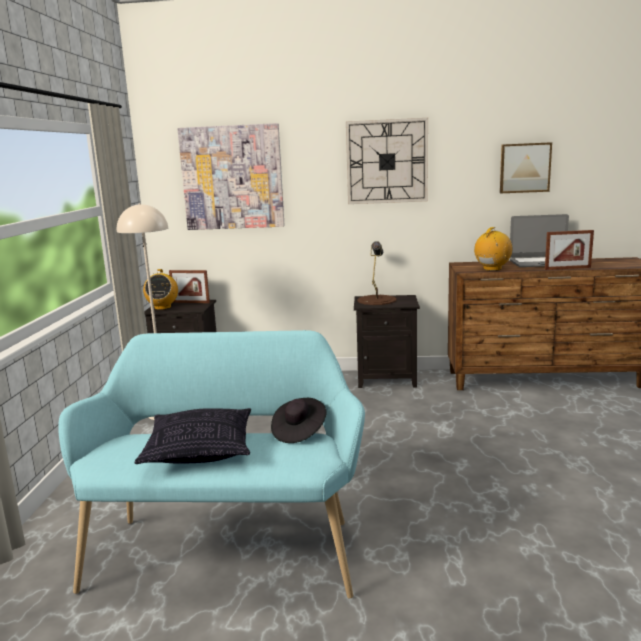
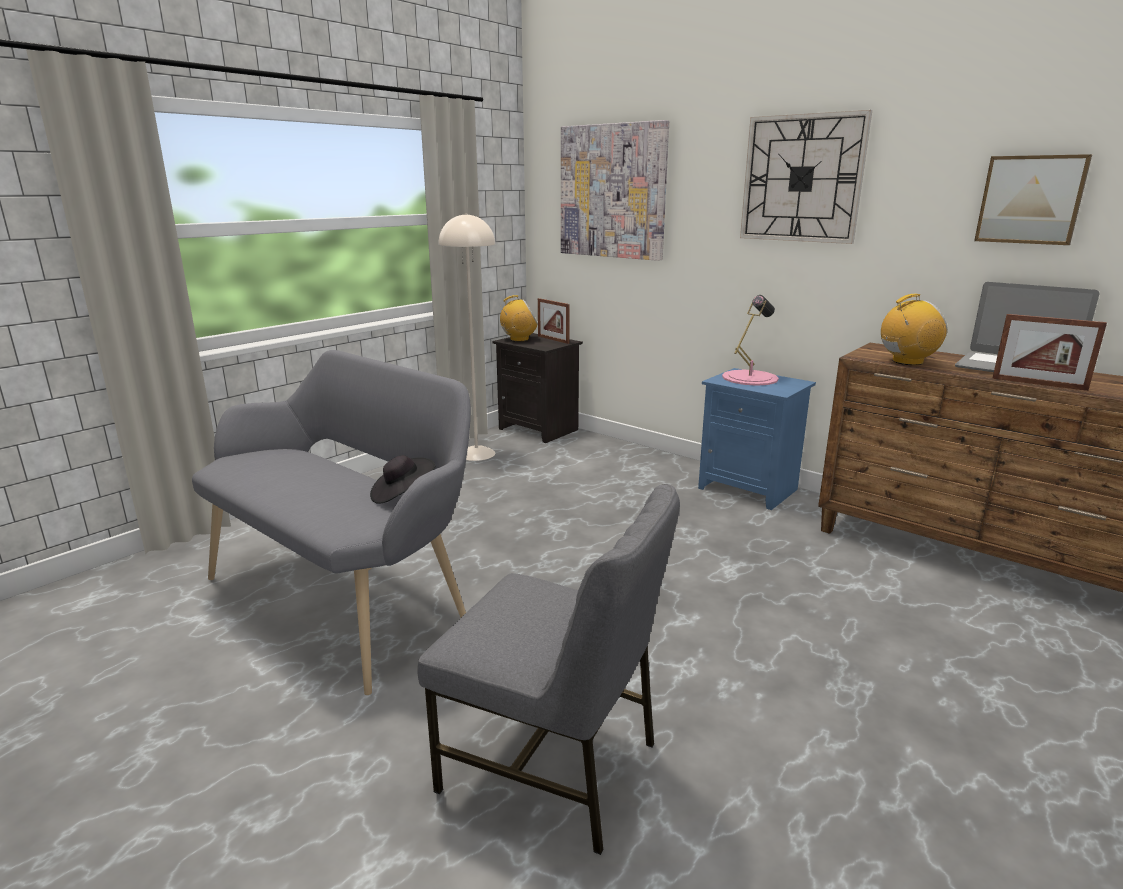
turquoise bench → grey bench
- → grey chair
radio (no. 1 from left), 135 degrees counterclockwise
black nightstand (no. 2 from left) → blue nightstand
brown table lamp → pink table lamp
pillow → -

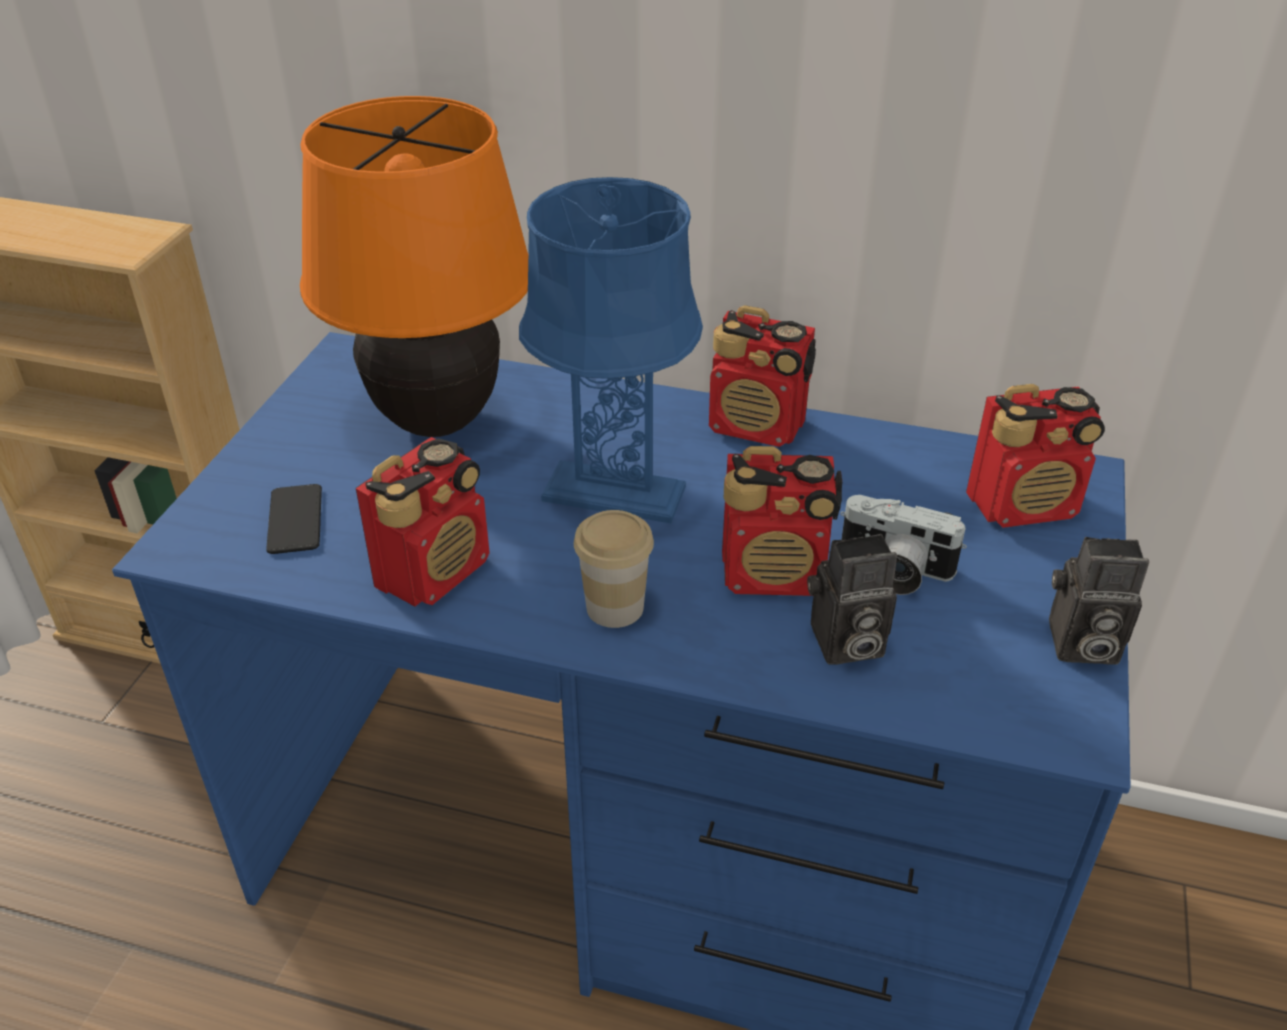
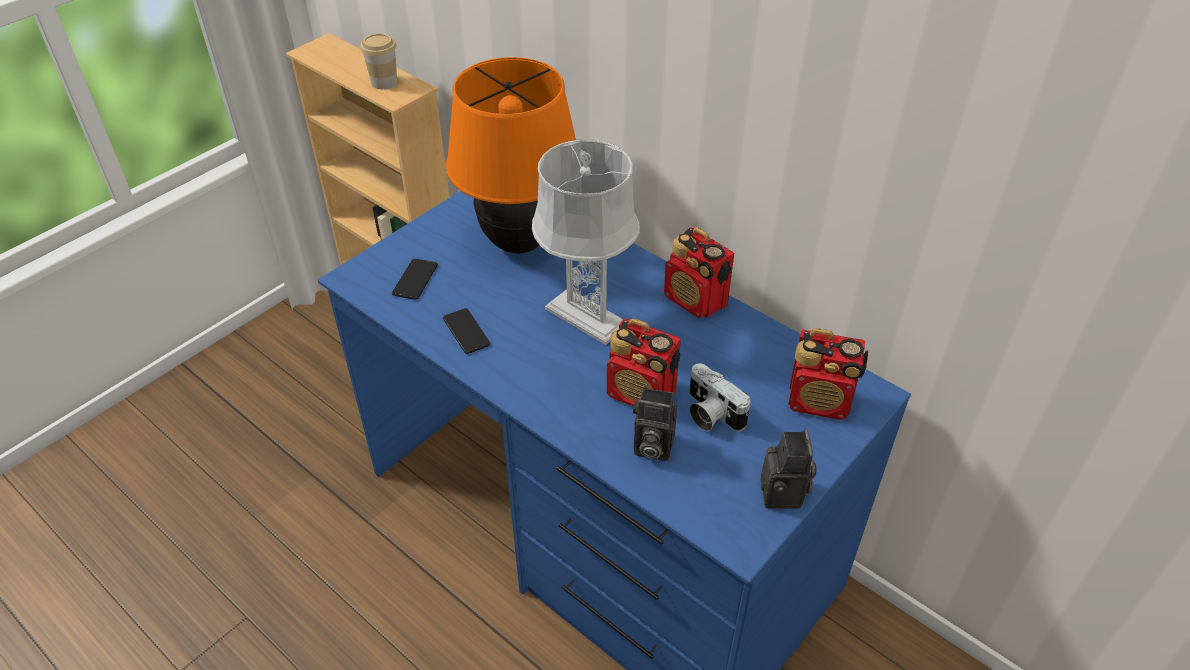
cup, shifted
radio (no. 1 from left) → phone (no. 2 from left)
blue table lamp → grey table lamp
photo camera (no. 3 from left), 120 degrees counterclockwise

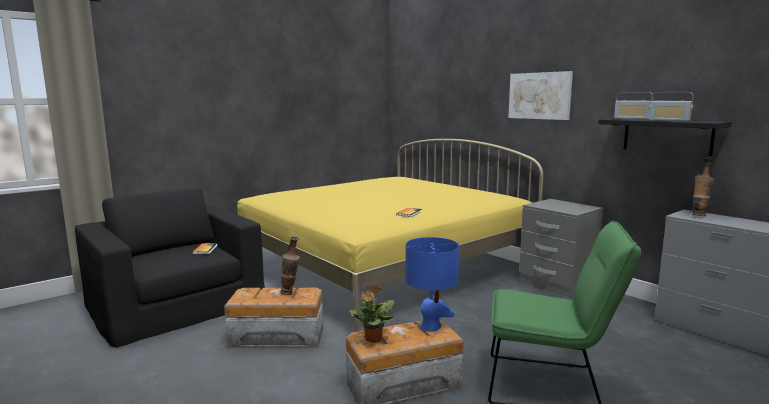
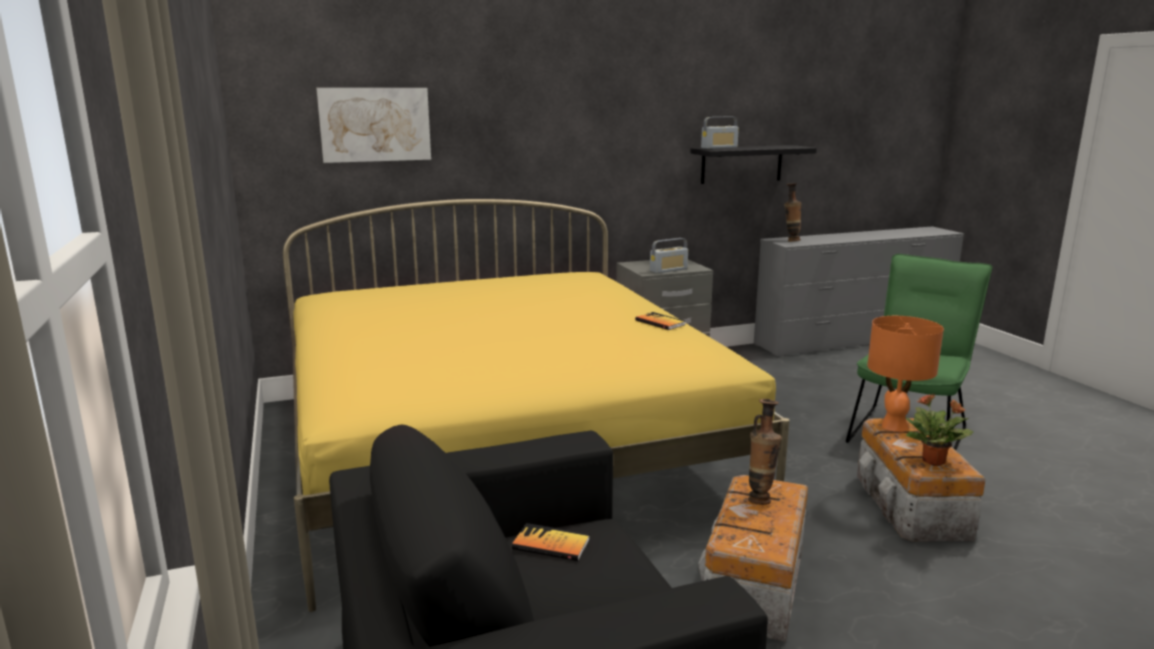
picture, shifted
radio (no. 2 from left in the first image) → radio (no. 1 from left), shifted
blue table lamp → orange table lamp

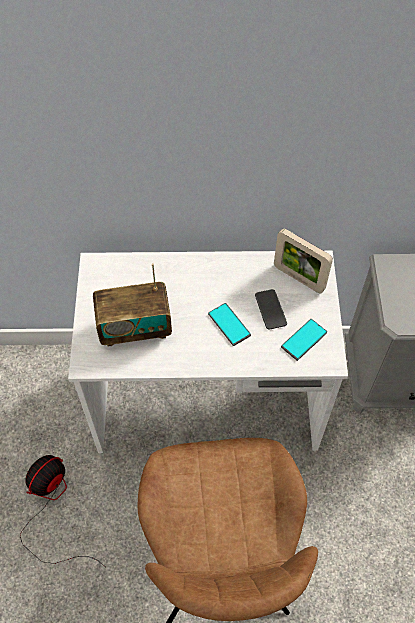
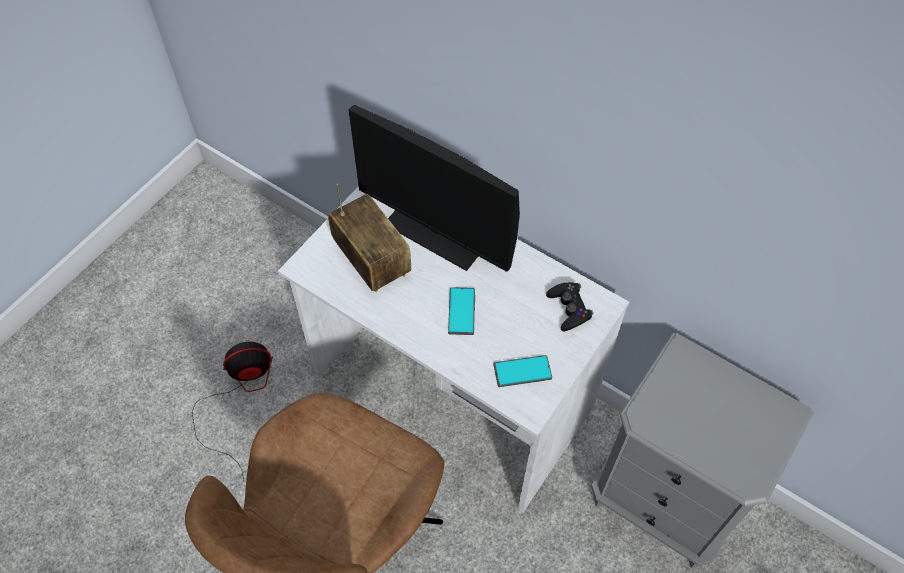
radio, 150 degrees counterclockwise
- → monitor
picture frame → black game controller
phone (no. 2 from left) → -

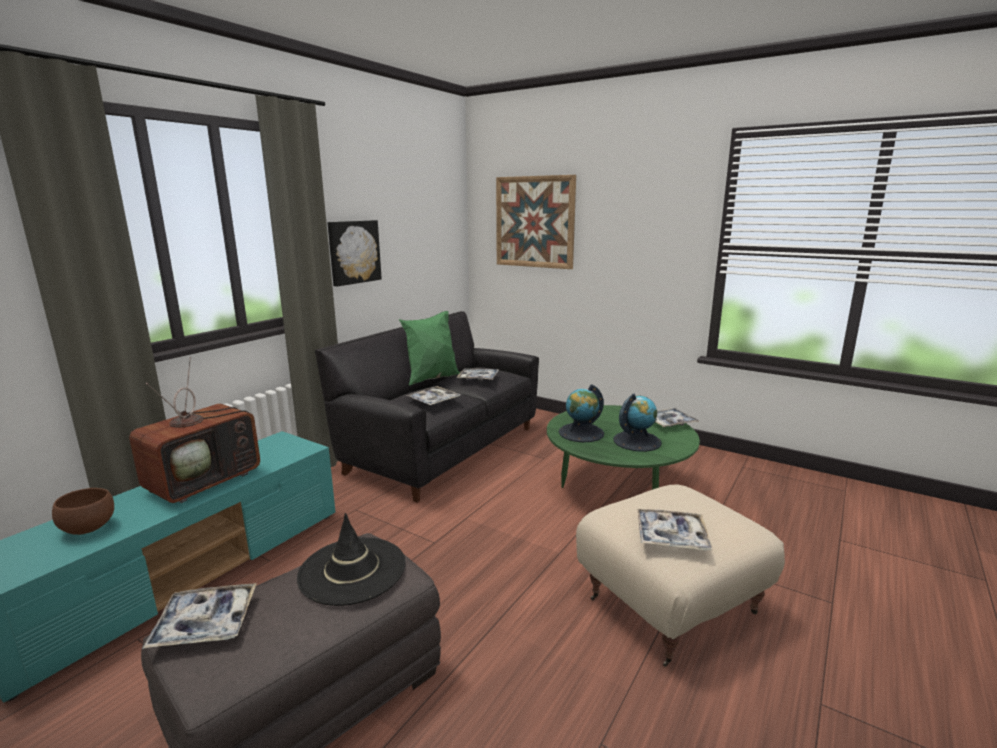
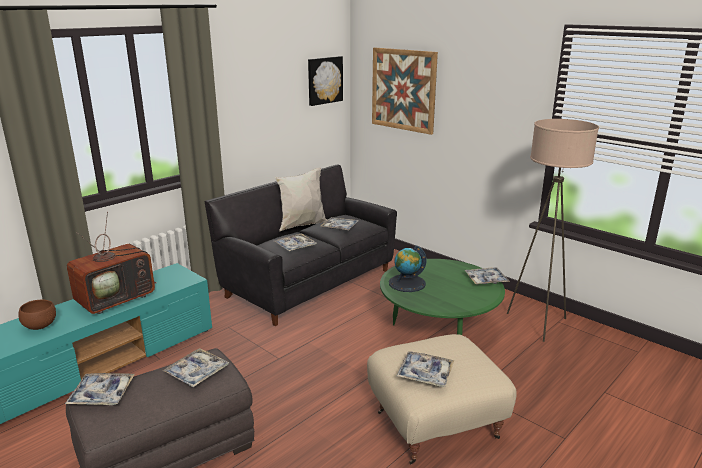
black hat → tray (no. 2 from left)
green pillow → white pillow
picture (no. 1 from left), shifted
- → beige floor lamp
globe (no. 2 from left) → -

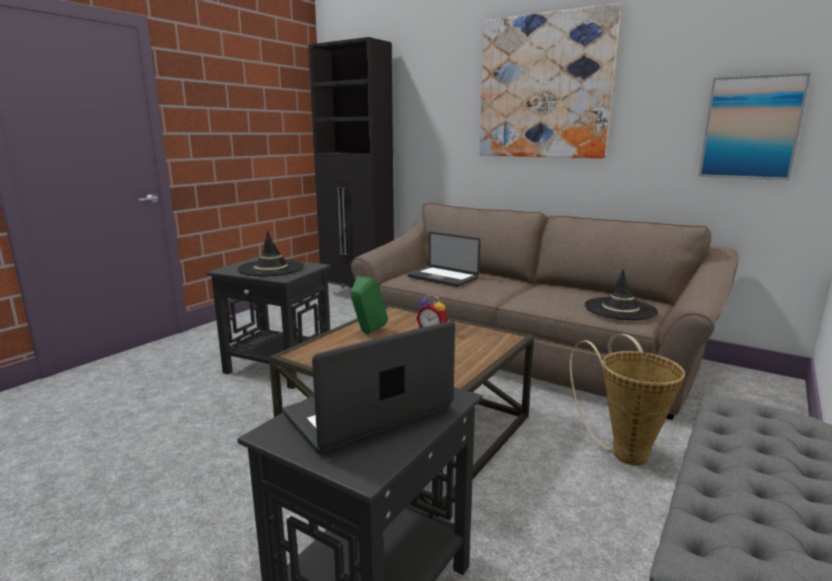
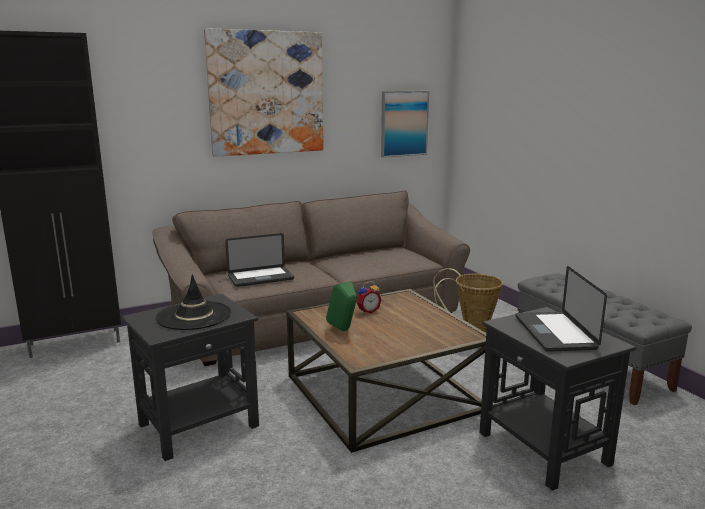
black hat (no. 2 from left) → -

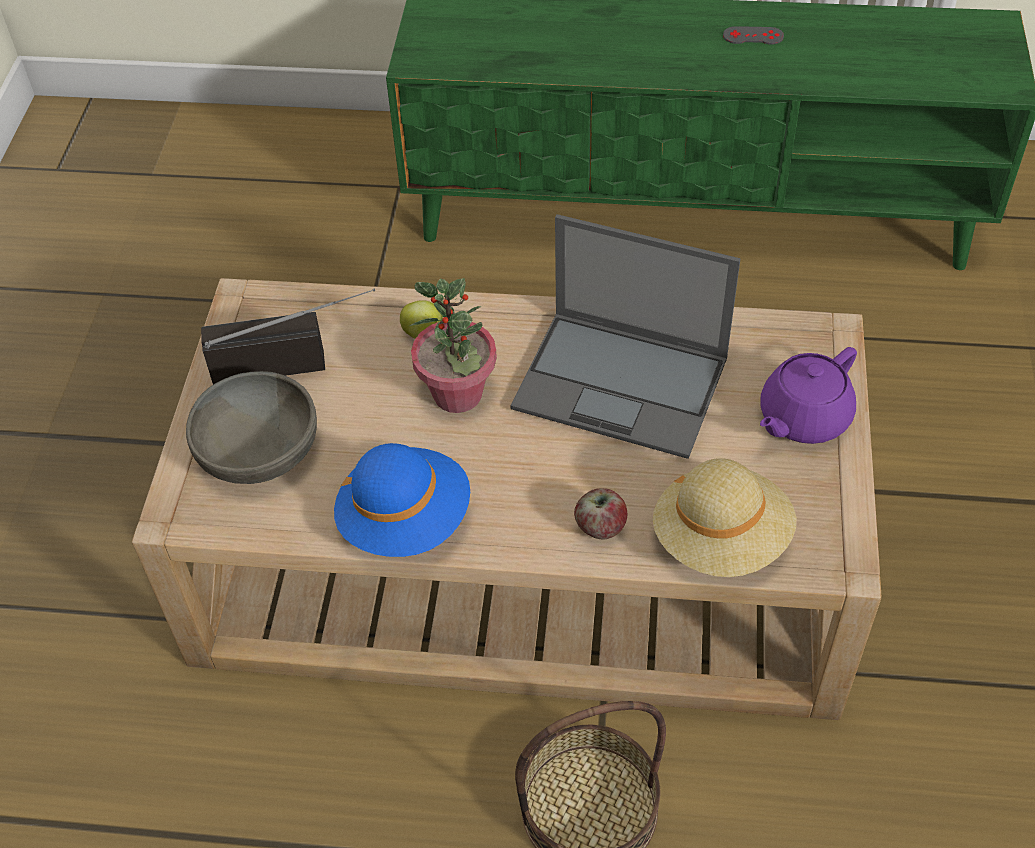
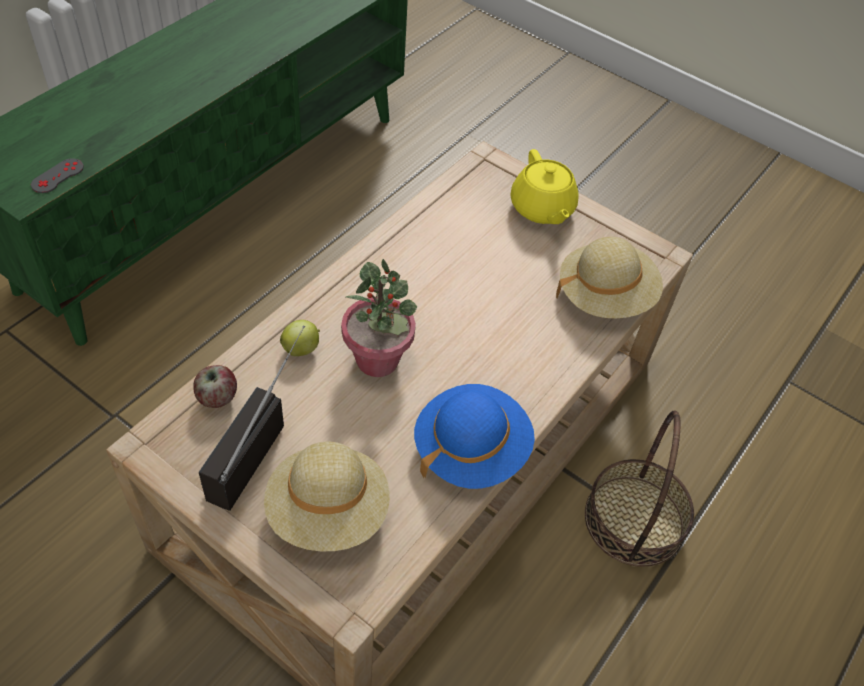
grey game controller, shifted
apple (no. 2 from left in the first image) → apple (no. 1 from left), shifted
grey bowl → beige hat (no. 1 from left)
purple teapot → yellow teapot
laptop → -

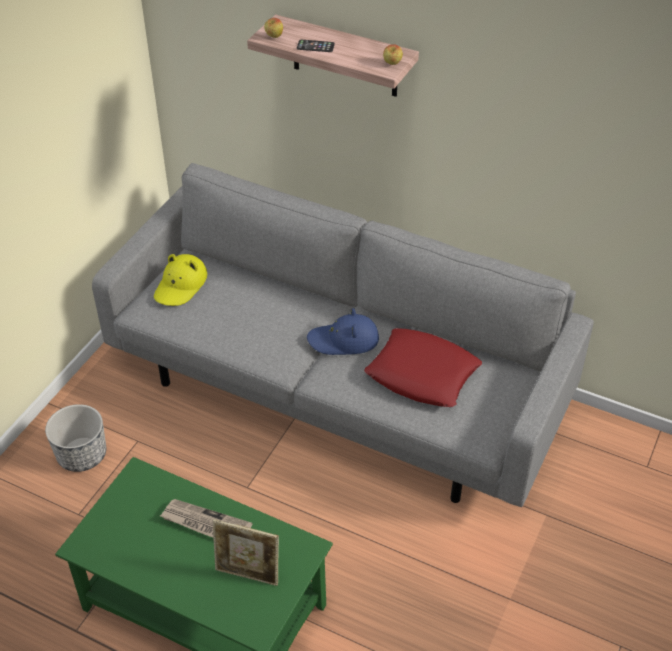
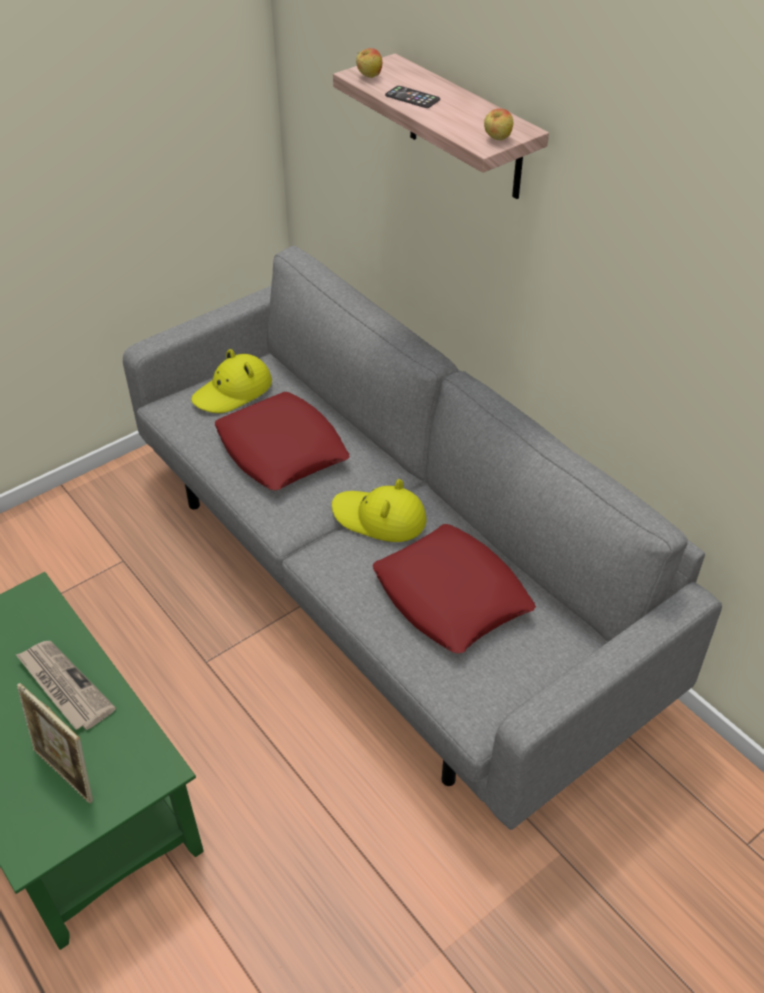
- → red pillow (no. 1 from left)
blue hat → yellow hat (no. 2 from left)
planter → -

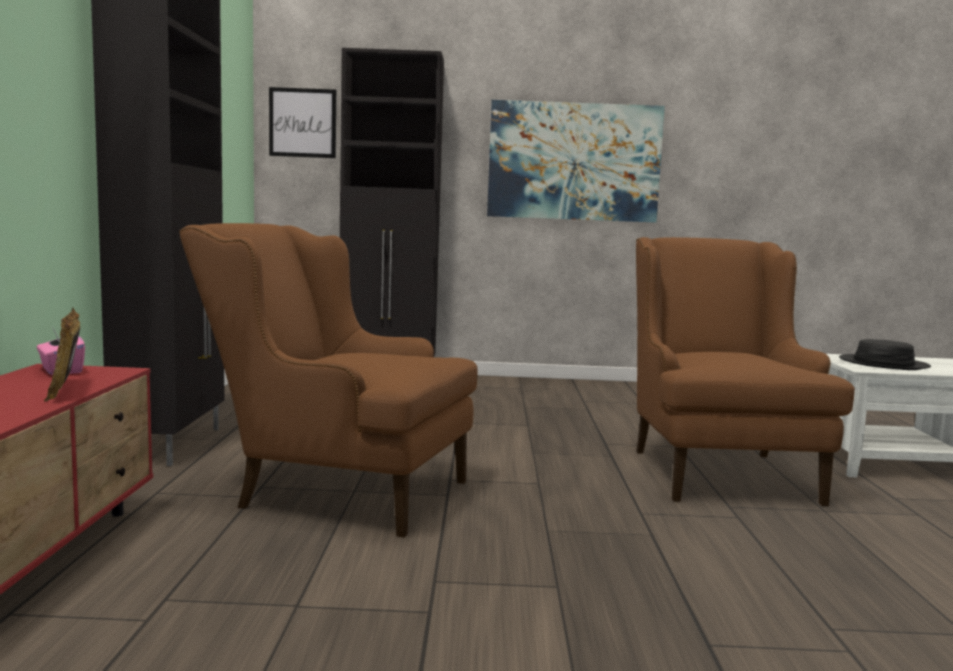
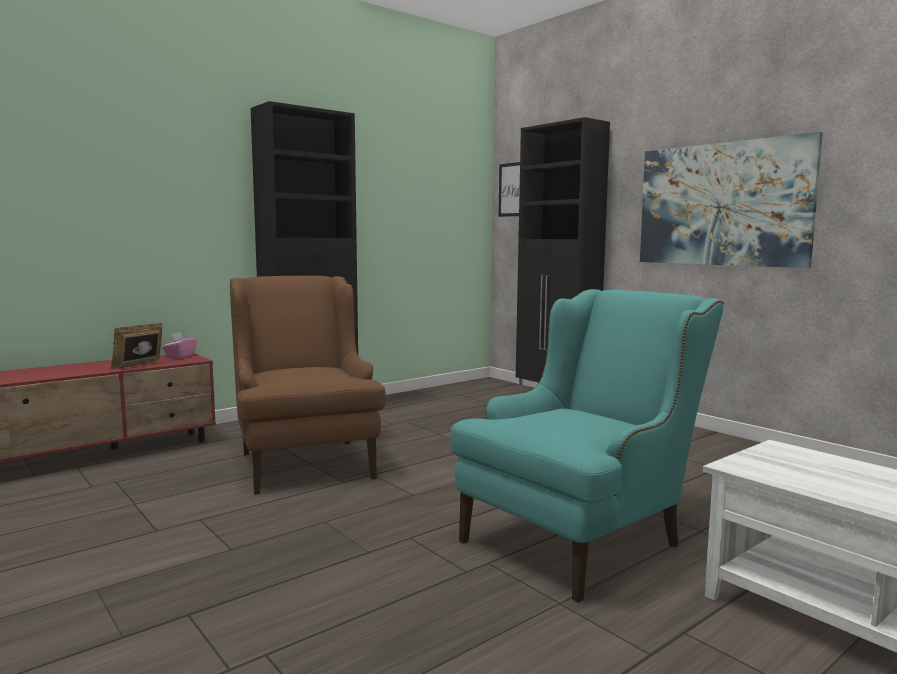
brown armchair (no. 2 from left) → turquoise armchair
black hat → -

